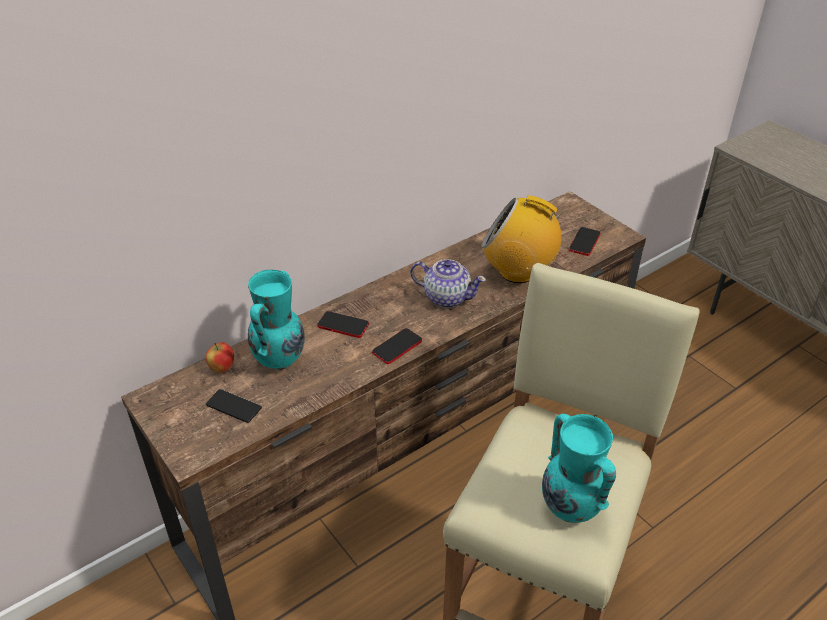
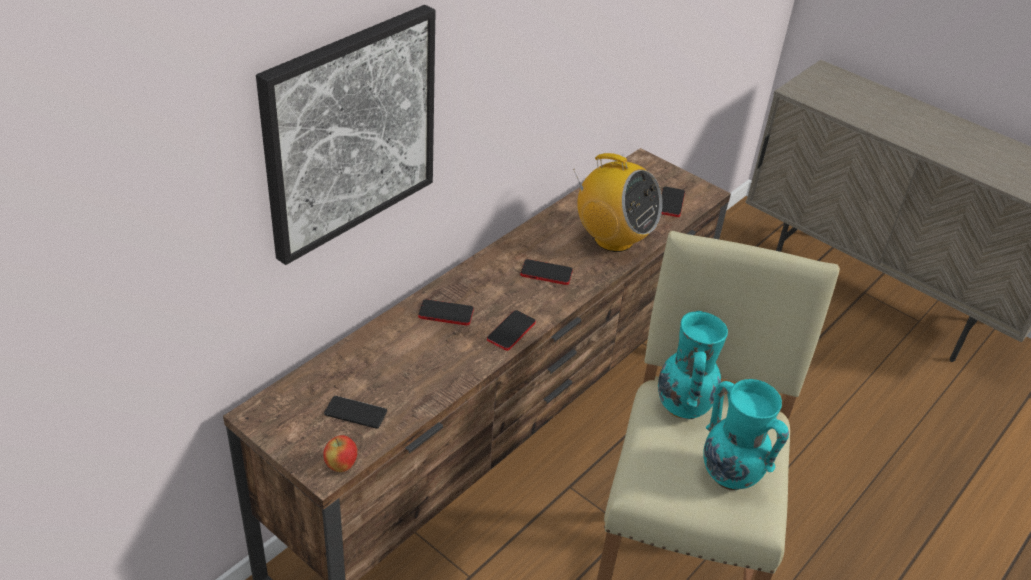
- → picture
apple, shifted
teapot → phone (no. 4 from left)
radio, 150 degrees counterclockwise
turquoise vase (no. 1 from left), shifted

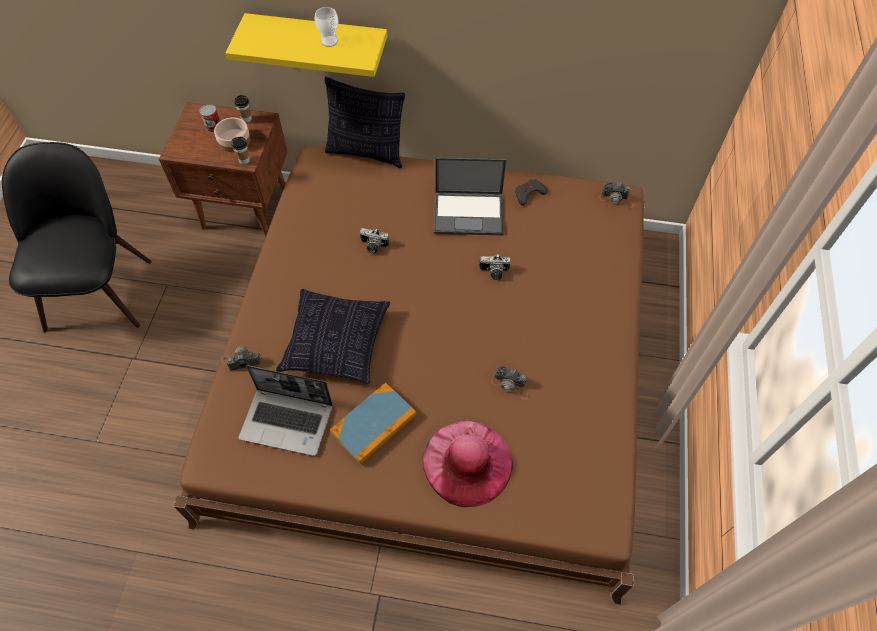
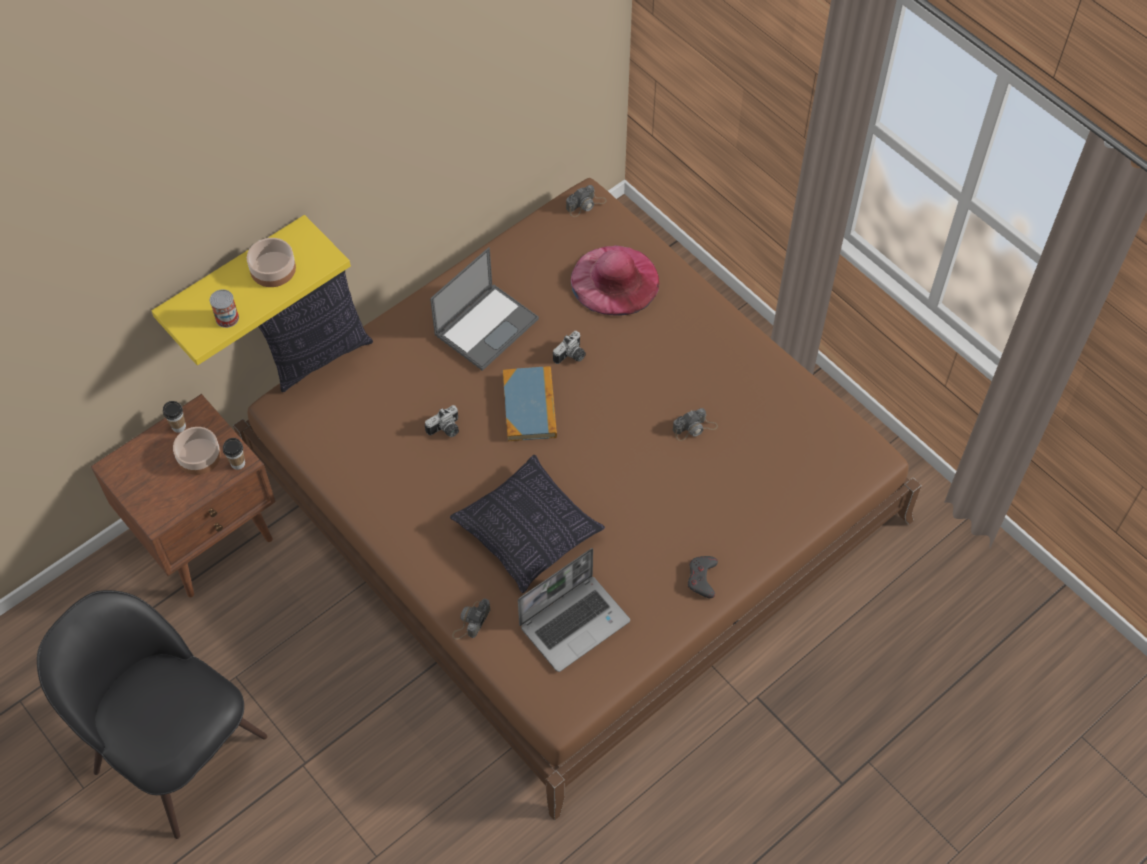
can, shifted
cup (no. 3 from left) → bowl (no. 2 from left)
book, shifted
pink hat, shifted
grey game controller, shifted

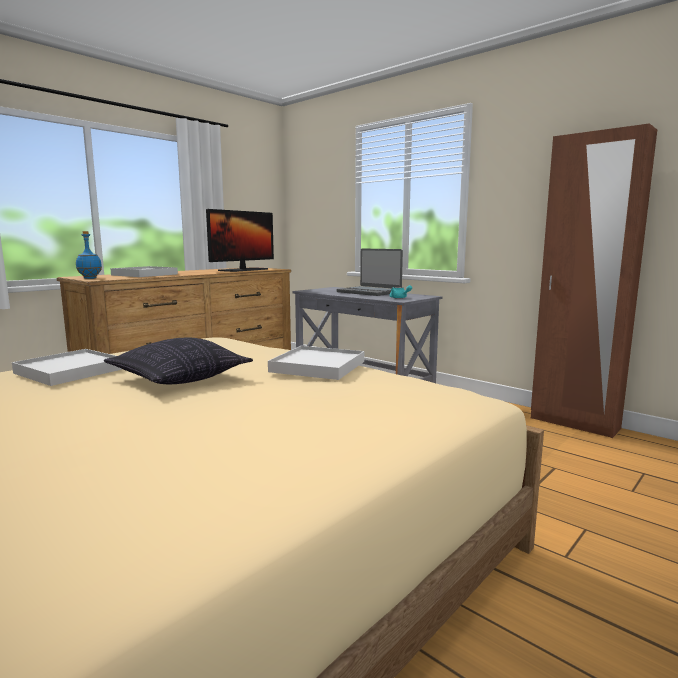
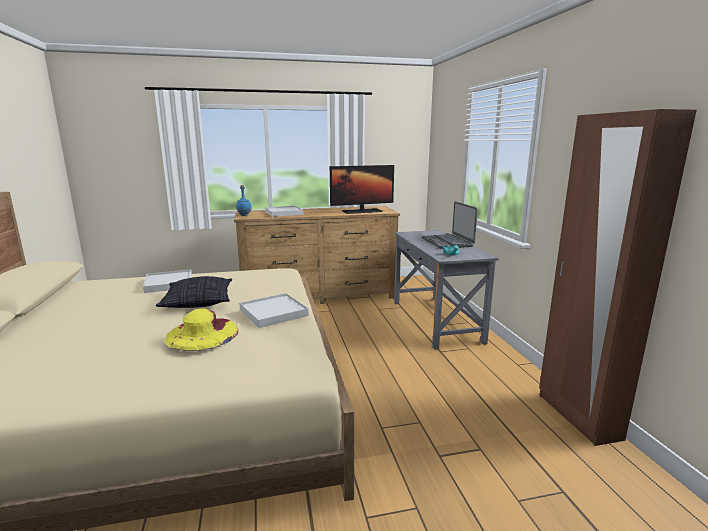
- → yellow hat

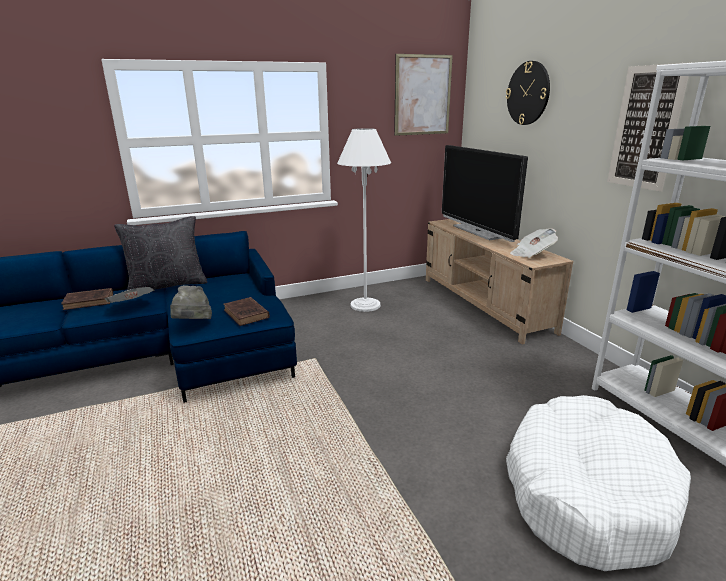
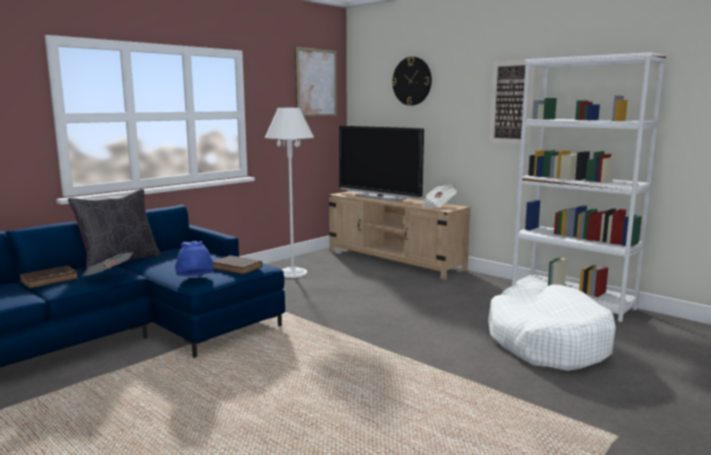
grey hat → blue hat

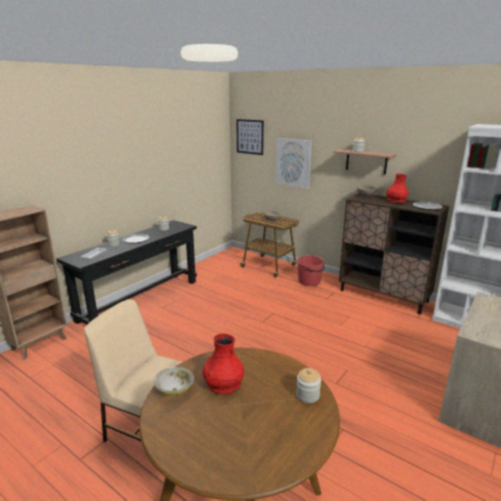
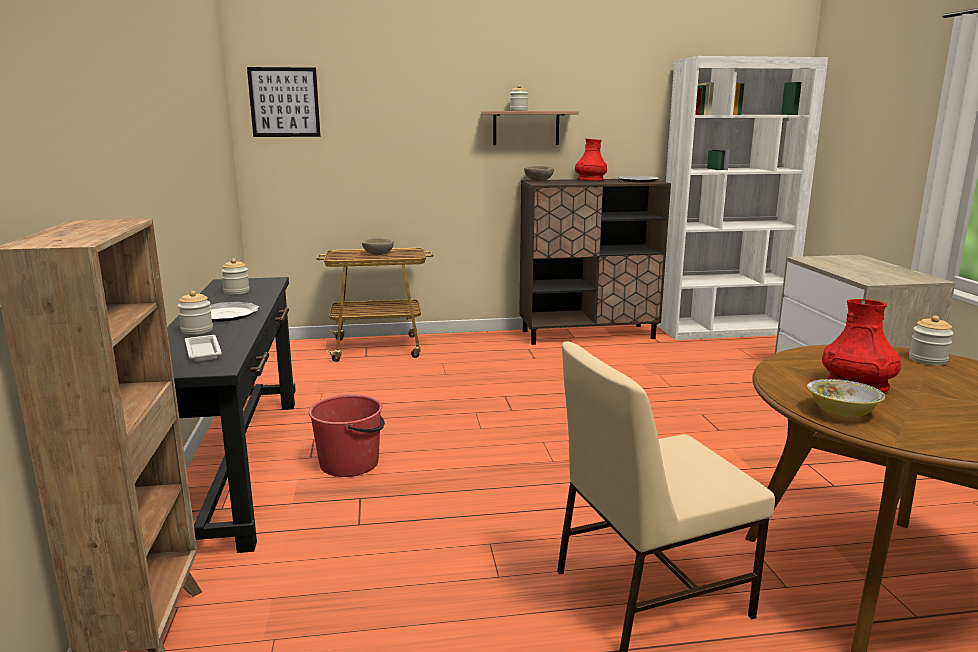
red bucket, shifted
picture (no. 2 from left) → -

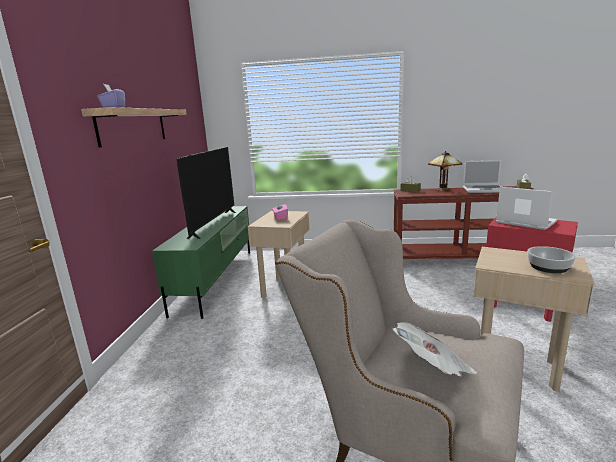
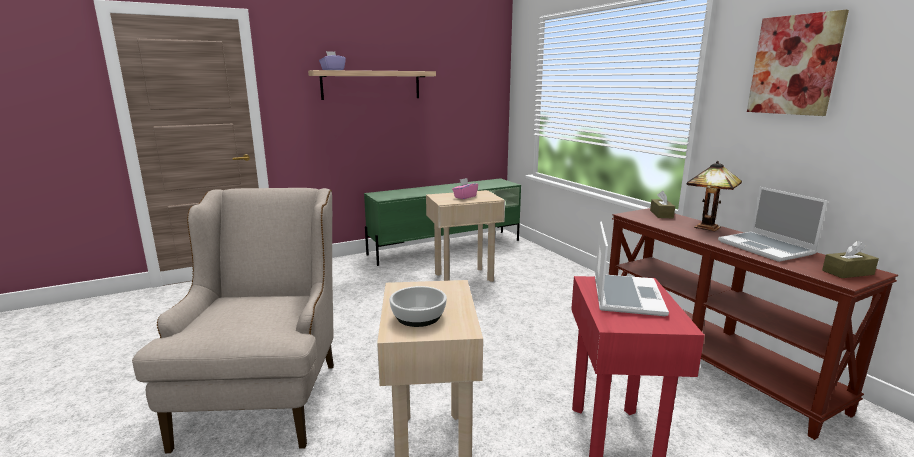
- → picture
television → -
newspaper → -

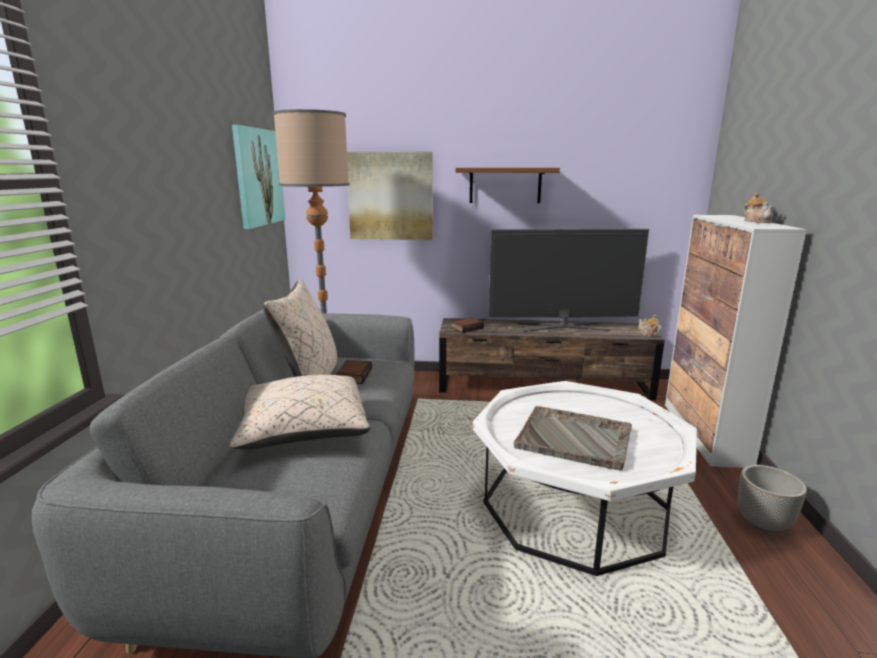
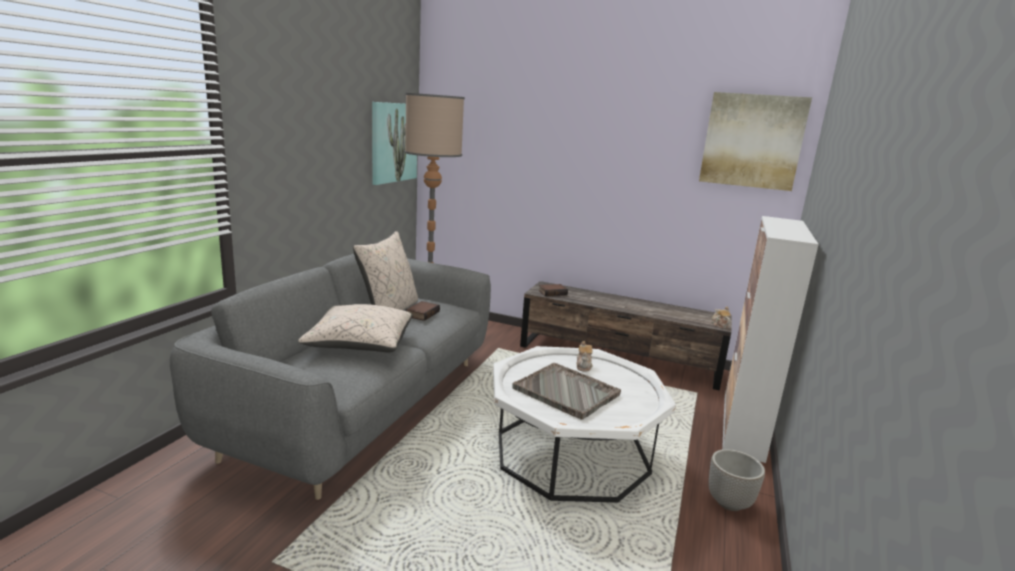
teapot (no. 2 from left in the first image) → teapot (no. 1 from left), shifted
picture (no. 2 from left), shifted
brown shelf → -
television → -

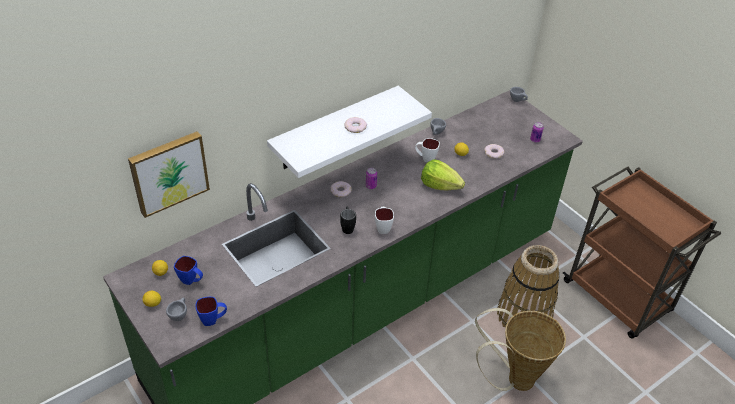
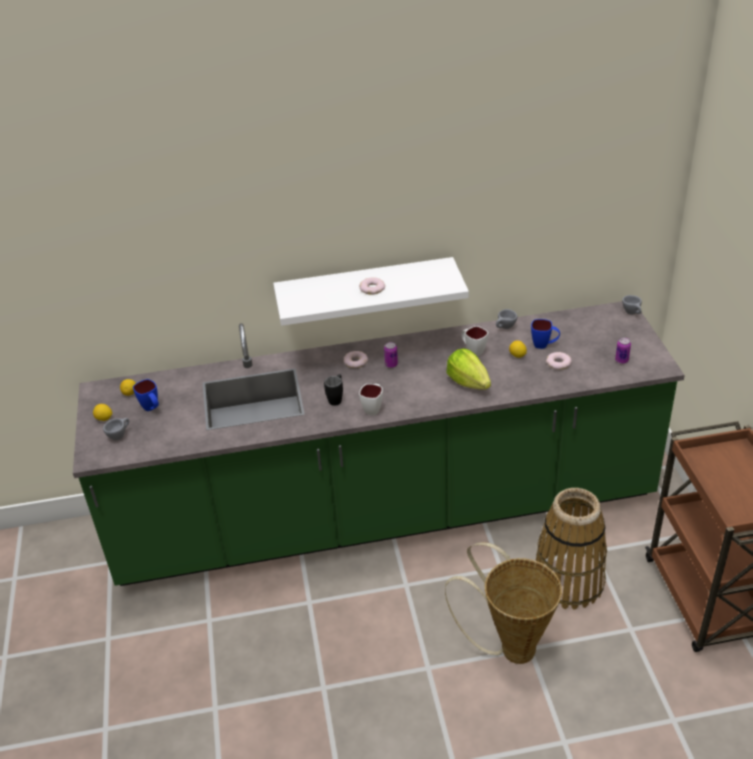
blue mug (no. 2 from left), shifted
picture → -

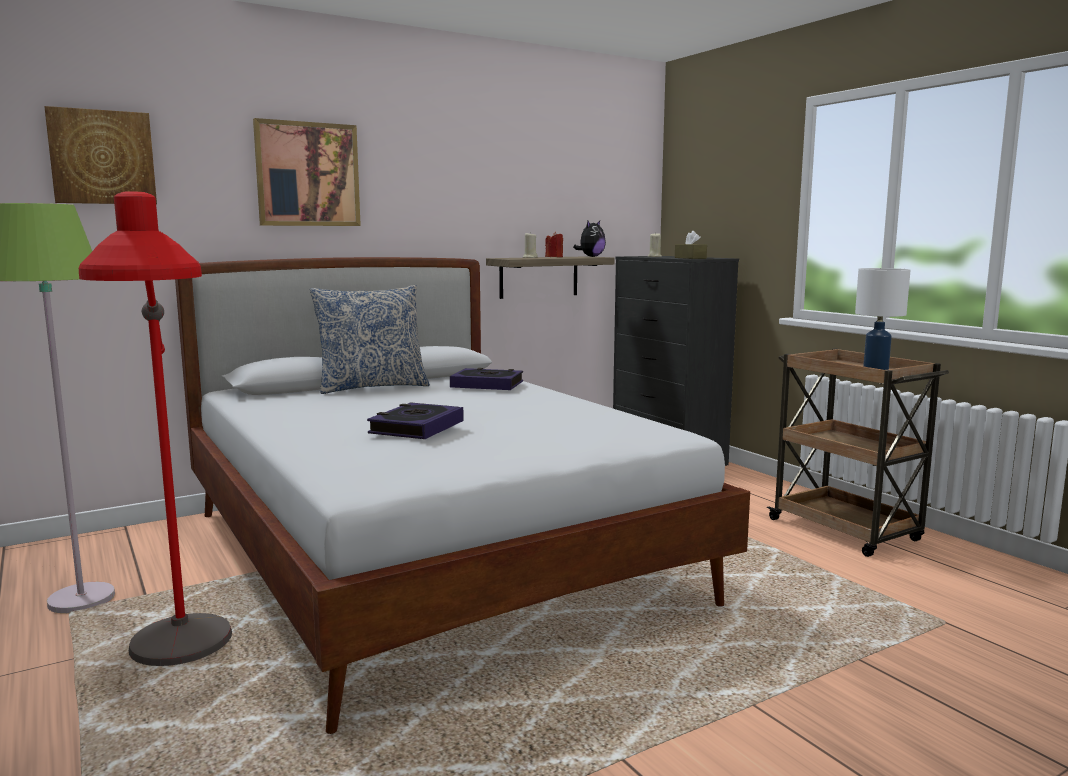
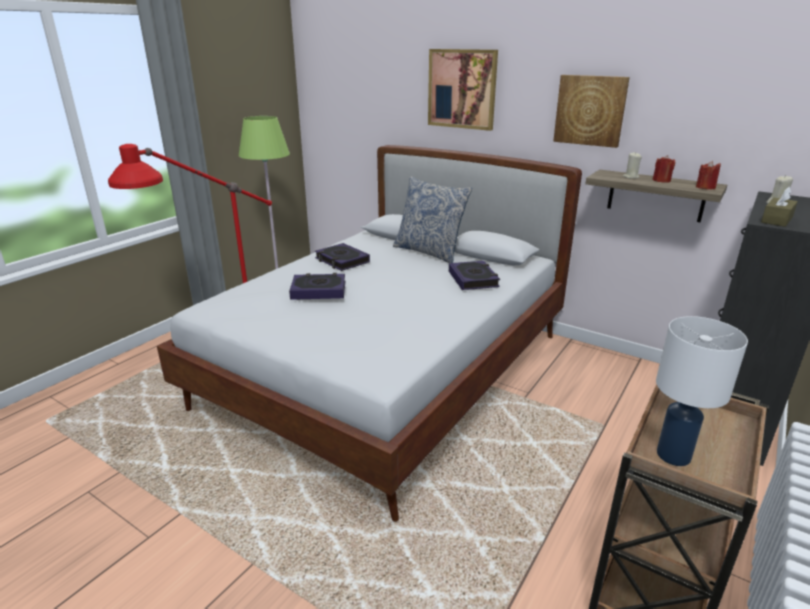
- → book (no. 2 from left)
picture (no. 1 from left in the first image) → picture (no. 2 from left), shifted
plush toy → red candle (no. 2 from left)

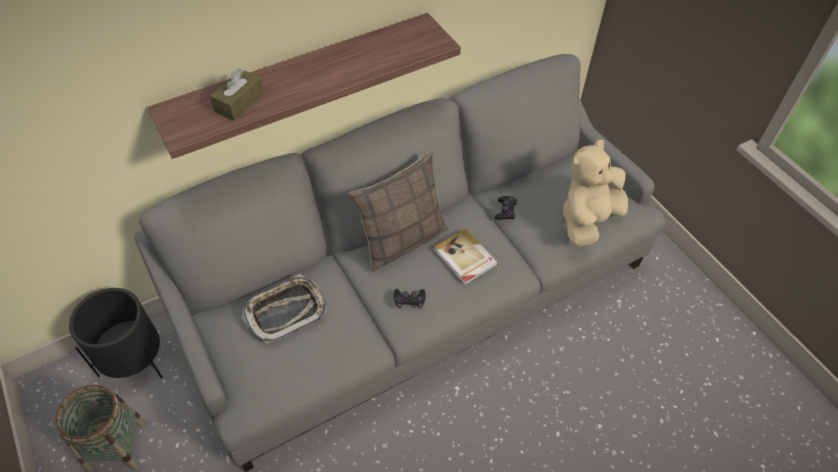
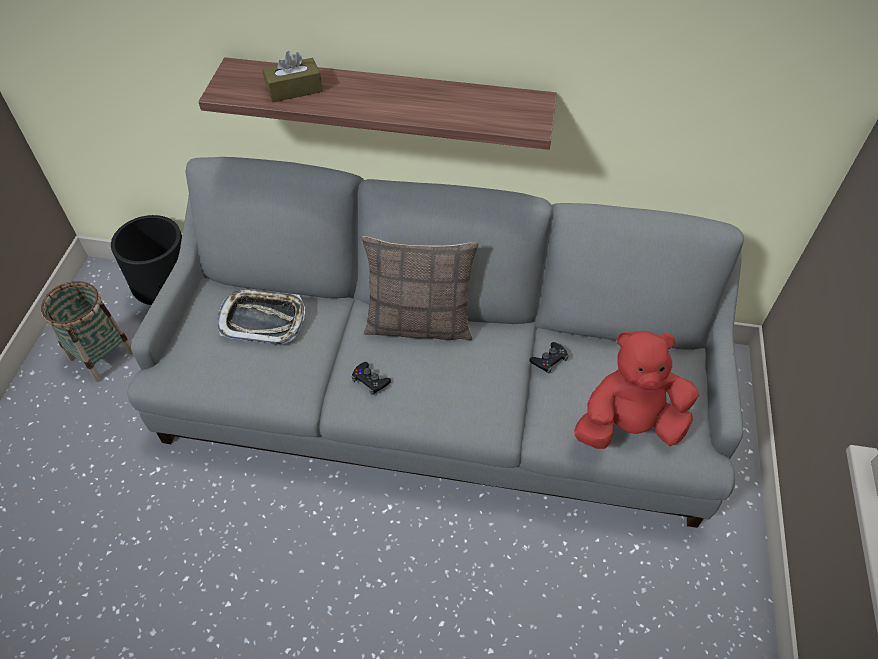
beige plush toy → red plush toy
book → -

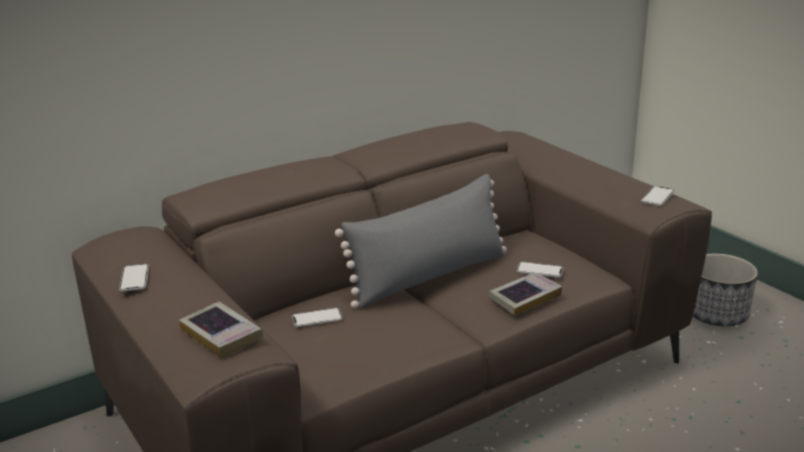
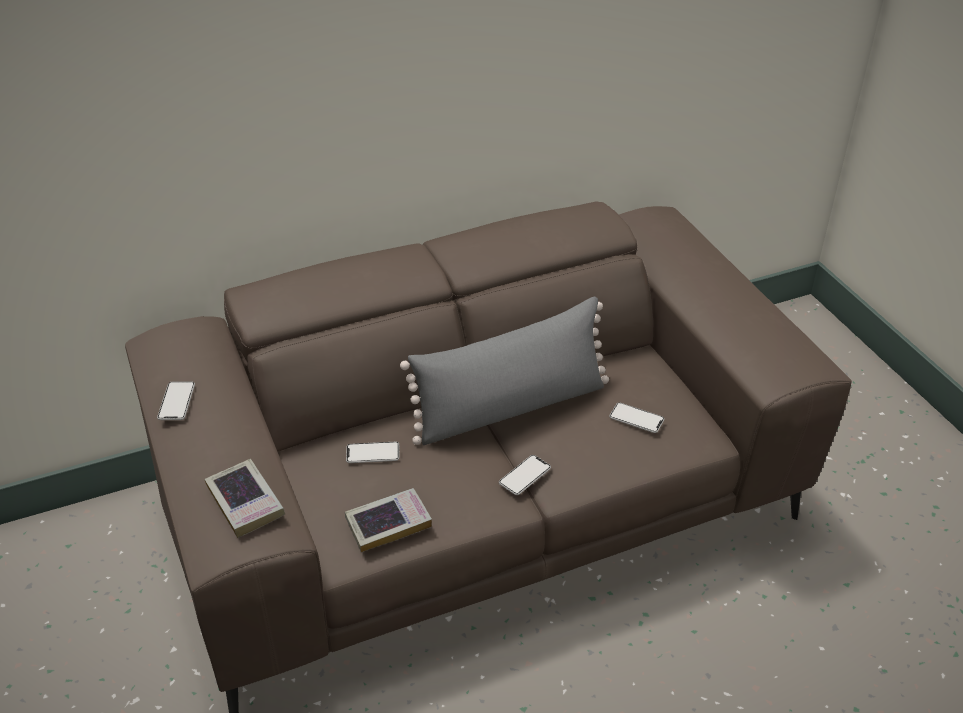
book (no. 2 from left), shifted
phone (no. 4 from left in the first image) → phone (no. 3 from left), shifted
planter → -

